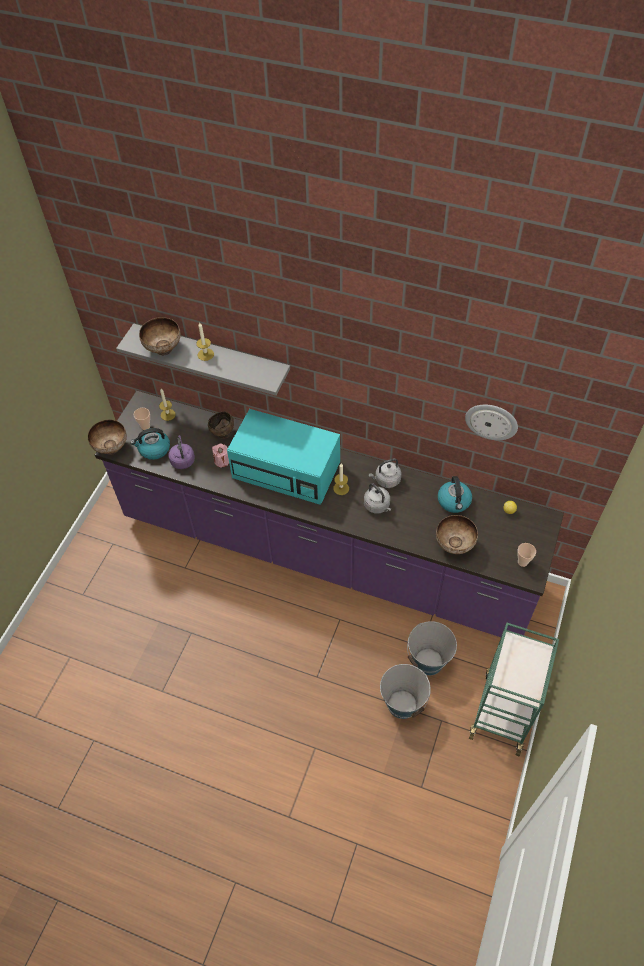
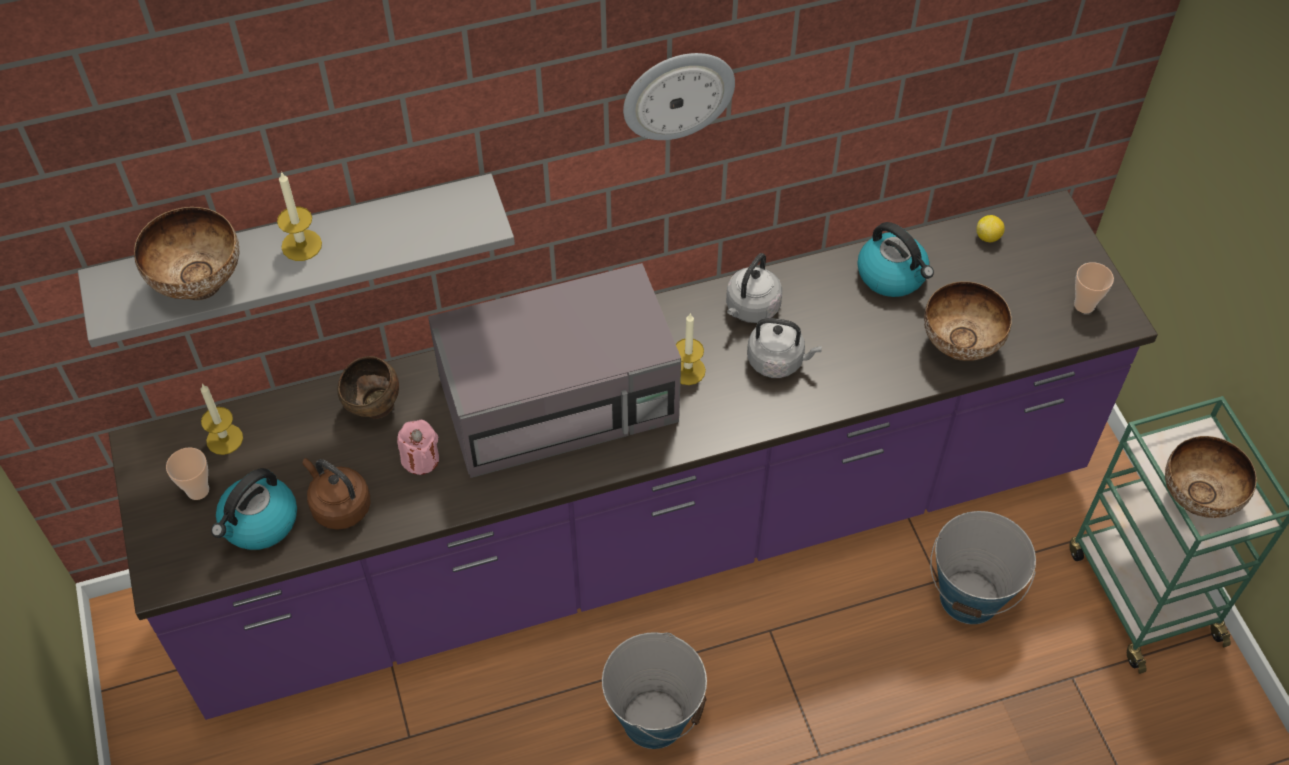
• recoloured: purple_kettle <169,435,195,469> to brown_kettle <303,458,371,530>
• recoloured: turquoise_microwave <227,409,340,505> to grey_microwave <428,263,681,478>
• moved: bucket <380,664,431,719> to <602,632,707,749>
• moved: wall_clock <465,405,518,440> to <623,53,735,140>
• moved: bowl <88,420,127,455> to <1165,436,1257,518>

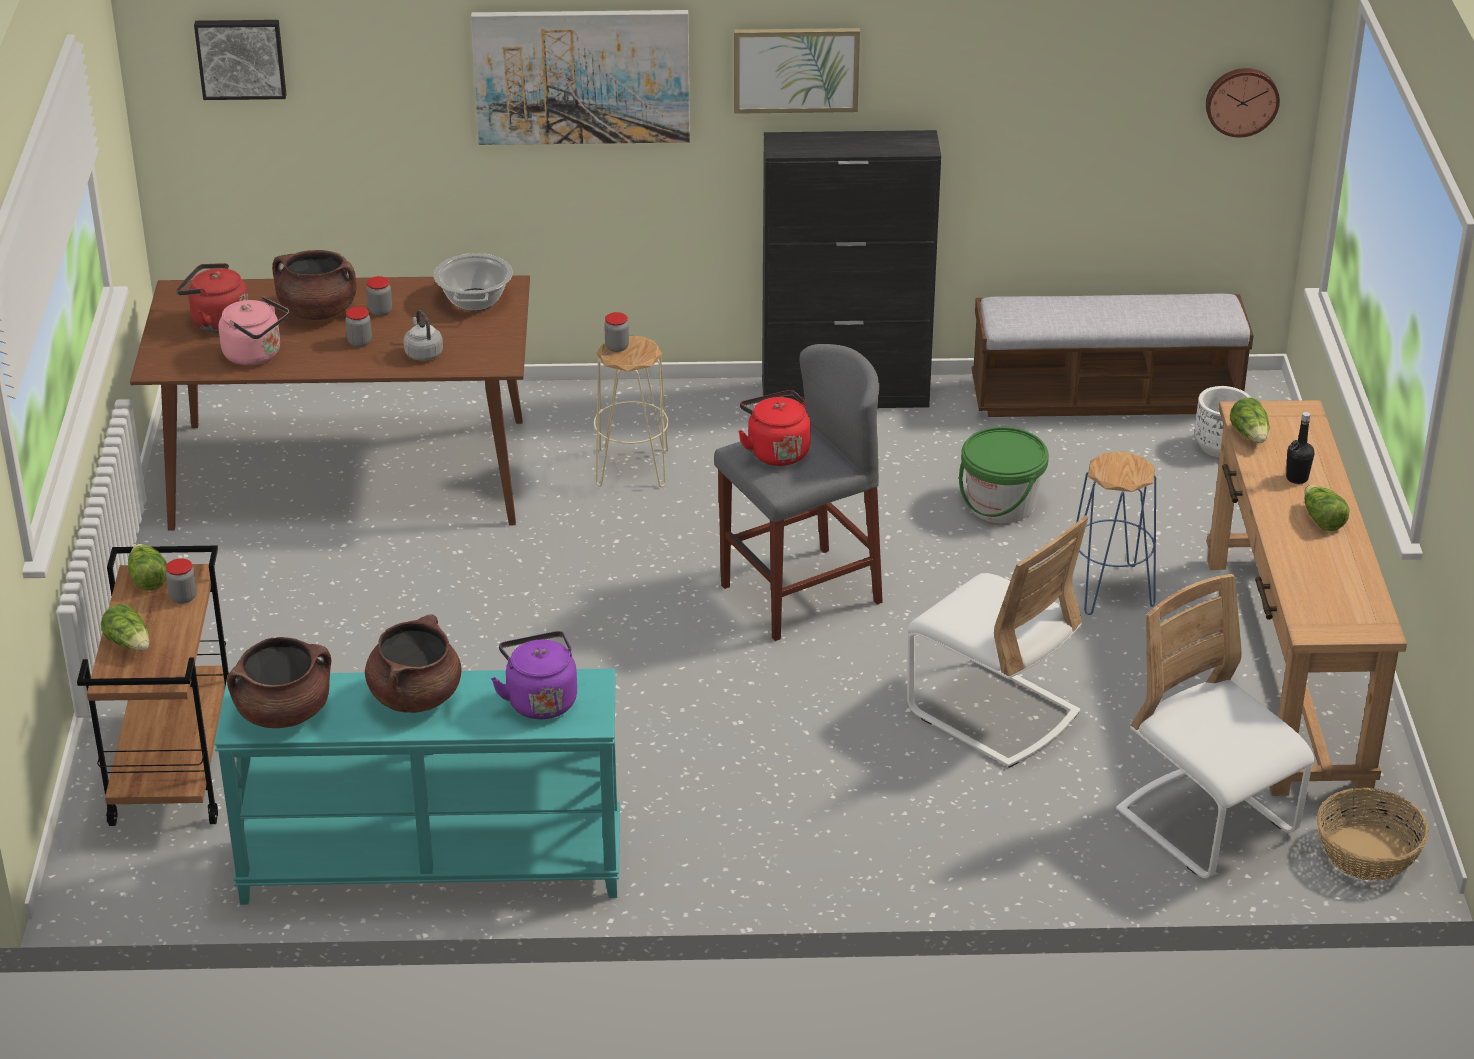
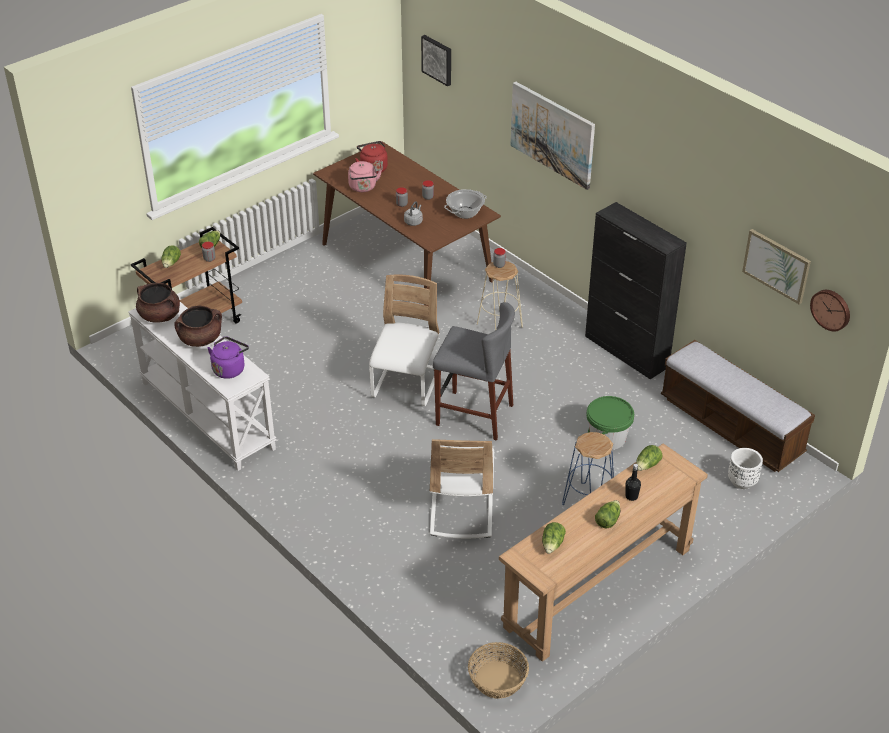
• recoloured: turquoise_console_table <214,668,620,905> to white_console_table <128,302,276,471>
• moved: white_chair <1116,574,1314,878> to <369,275,440,406>
• added: lettuce <542,522,566,554>
• moved: picture <734,28,860,114> to <742,229,811,305>
• removed: brown_cooking_pot <272,250,357,320>
• removed: red_kettle <738,390,810,466>

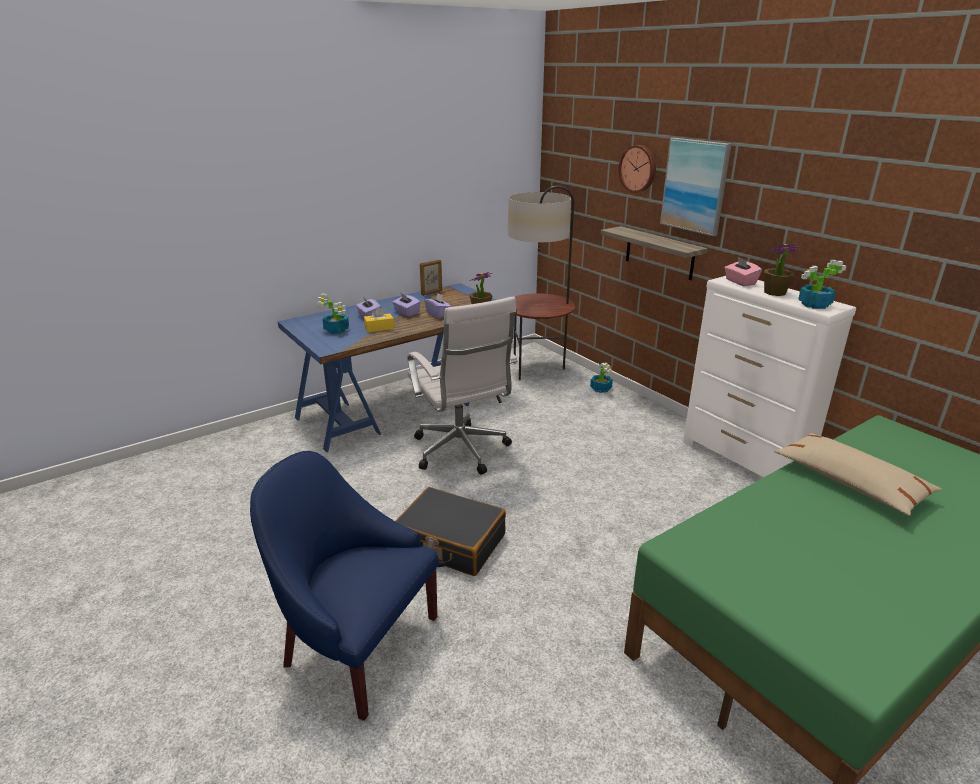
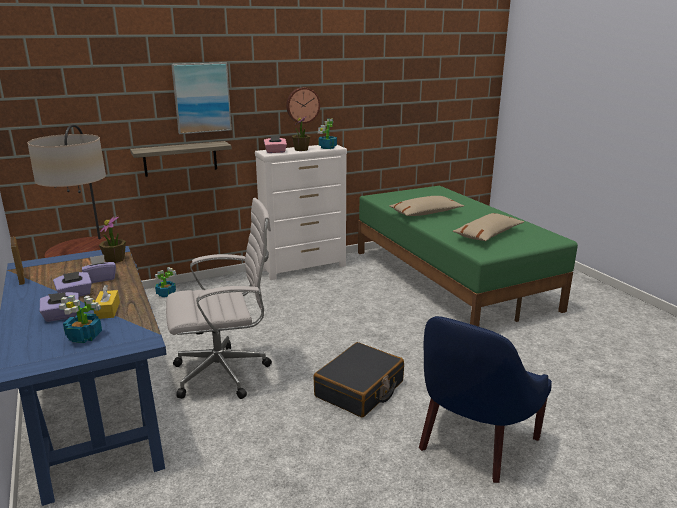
• moved: wall_clock <619,145,656,193> to <286,87,320,124>
• added: beige_pillow <453,213,524,241>

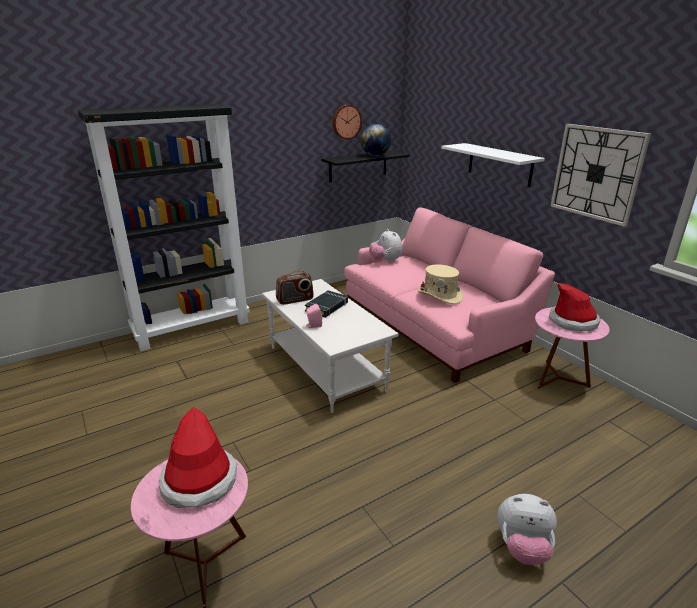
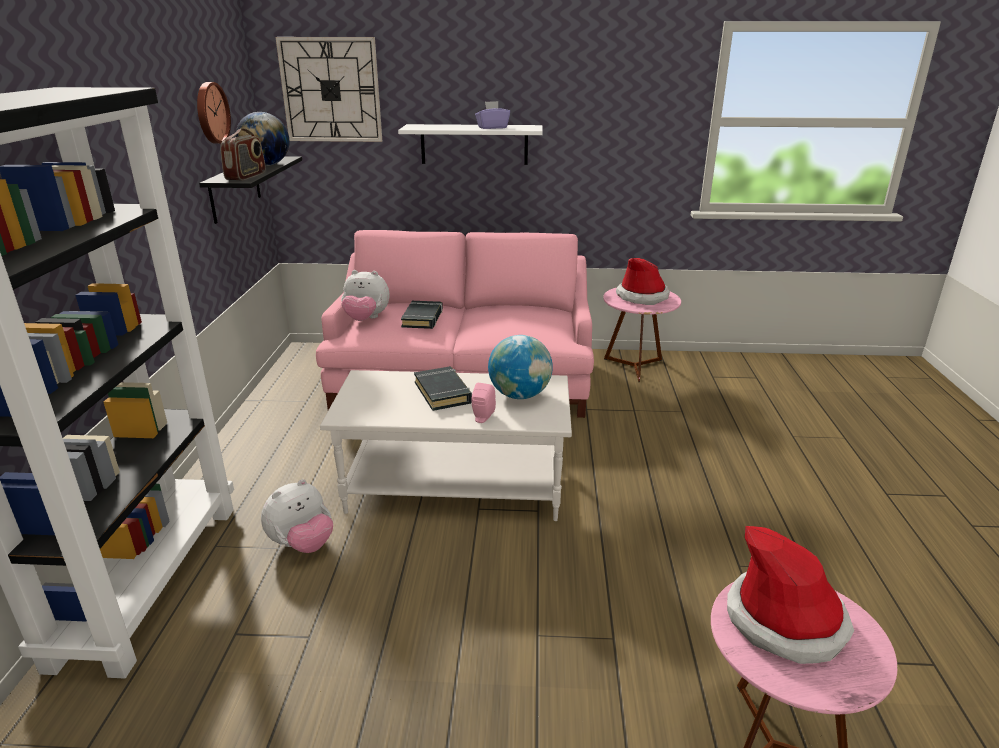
• moved: radio <276,270,314,305> to <220,128,266,180>
• moved: plush_toy <497,494,557,565> to <261,479,333,553>
• moved: wall_clock <551,124,651,227> to <276,37,382,142>
• added: black_book <401,301,443,329>
• added: purple_tissue_box <475,101,510,129>
• added: globe <488,335,553,399>
• removed: beige_hat <418,265,463,304>

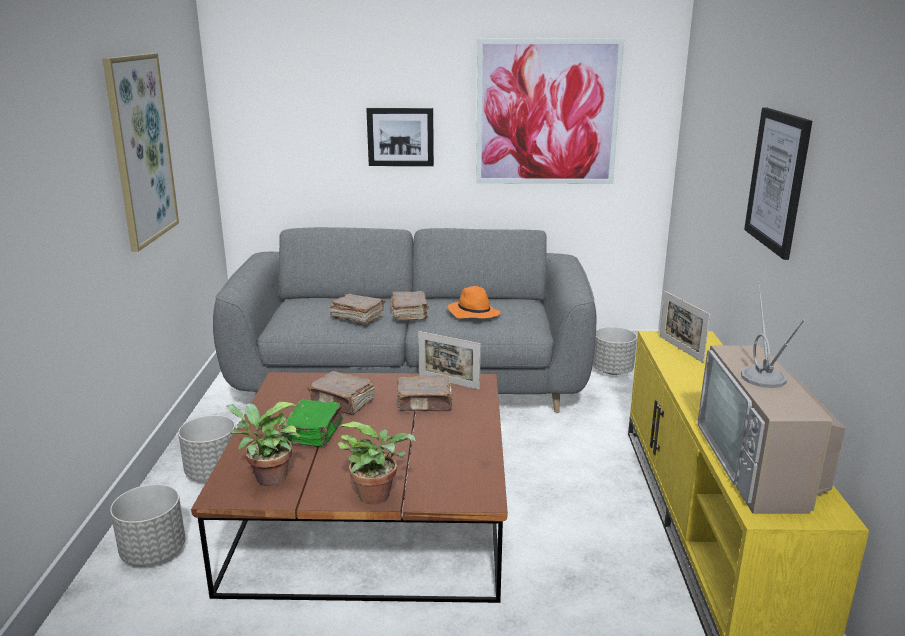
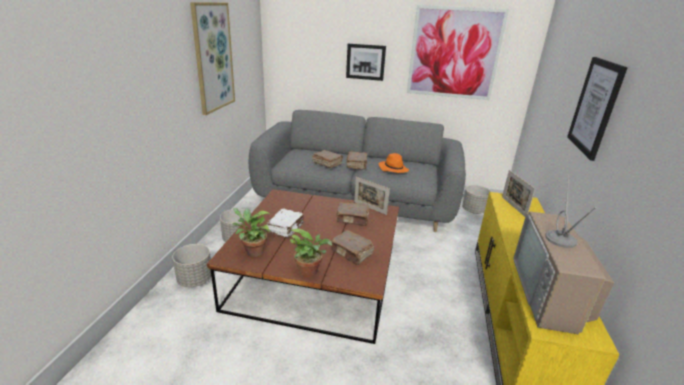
• recoloured: green_book <281,399,343,447> to white_book <266,208,304,237>
• moved: brown_book <308,371,375,415> to <331,230,374,265>

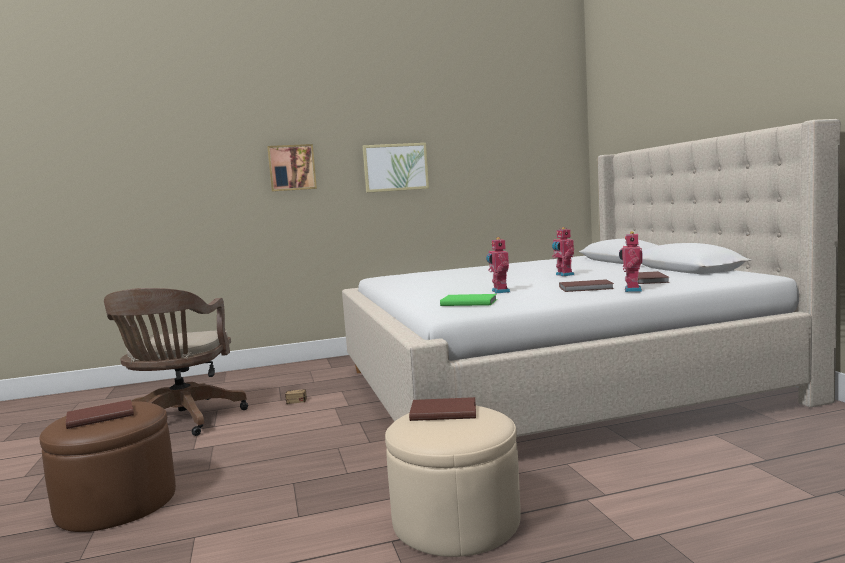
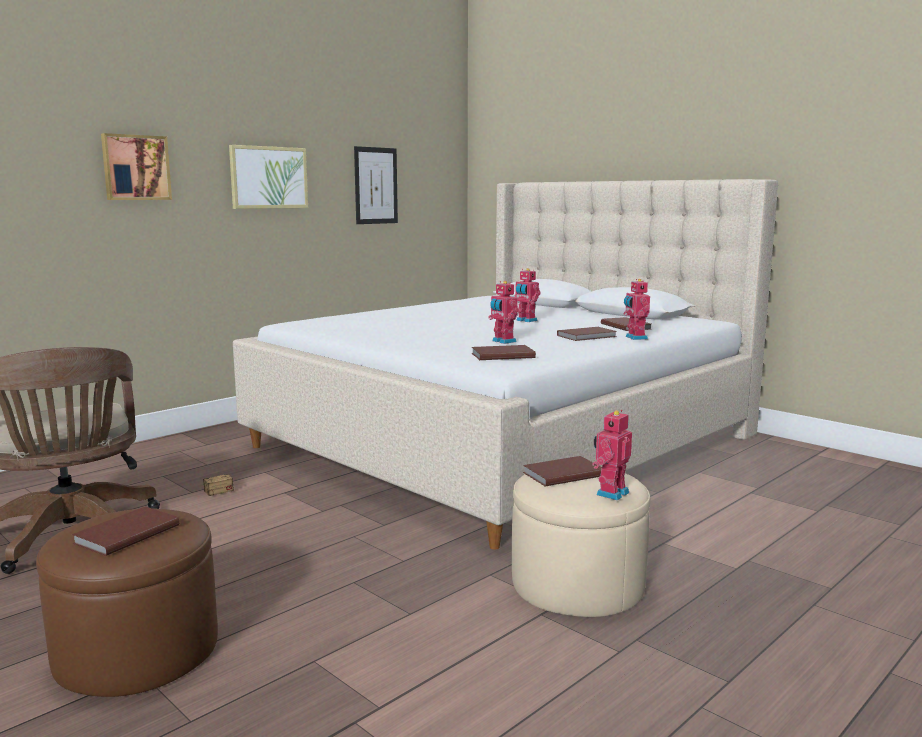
• added: picture <354,146,398,224>
• recoloured: green_book <440,294,497,306> to brown_book <472,345,536,360>
• added: toy_robot <592,410,632,501>

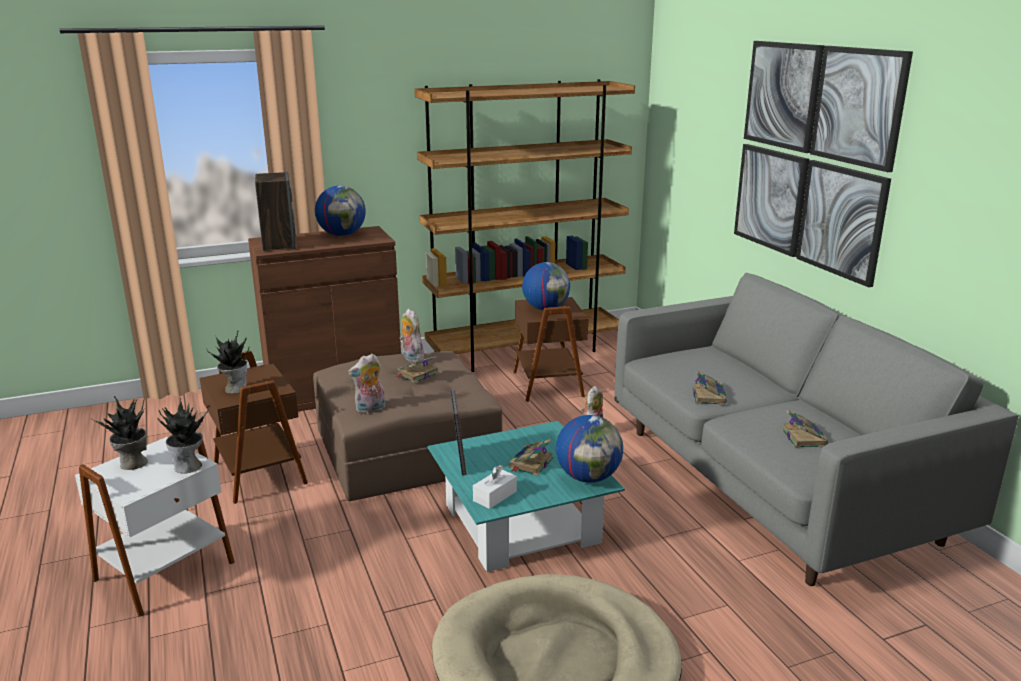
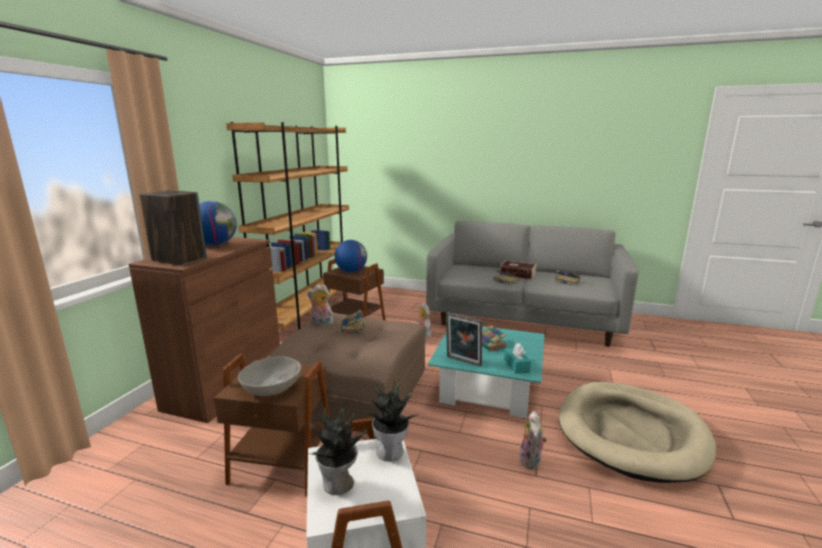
• replaced: potted_plant <207,330,249,394> to grey_bowl <238,356,301,396>
• added: book <500,261,537,280>
• recoloured: white_tissue_box <473,465,517,509> to turquoise_tissue_box <504,343,531,374>
• moved: plush_toy <348,354,385,414> to <520,411,547,469>
• removed: globe <556,415,623,483>
• removed: picture <734,41,913,287>

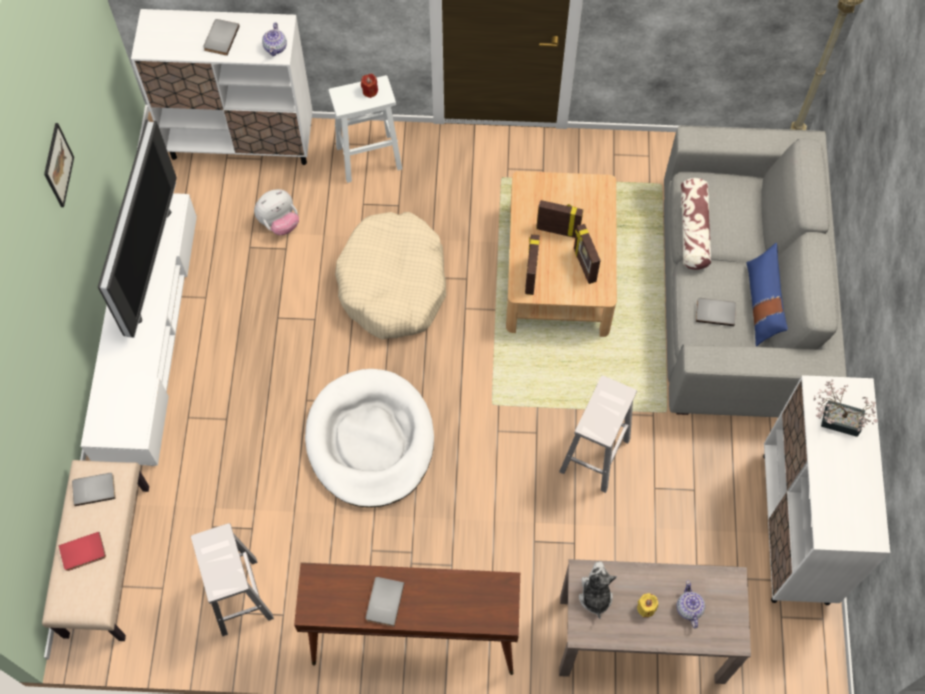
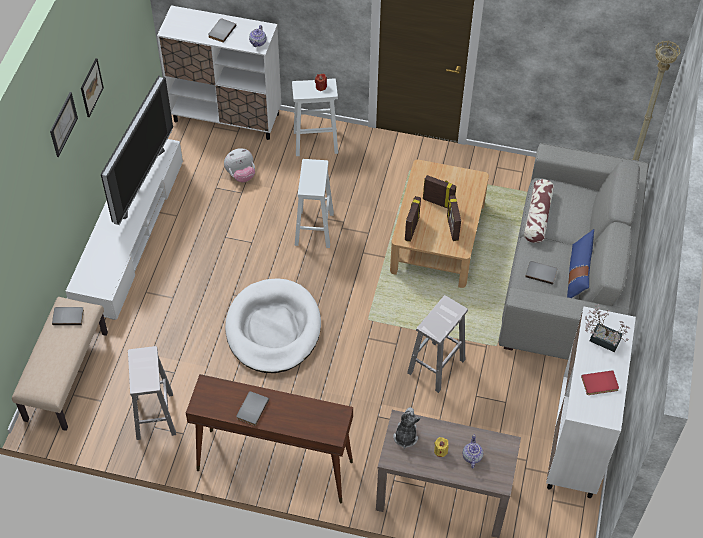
• added: picture <50,92,78,157>
• replaced: beige_dog_bed <335,212,446,340> to white_stool <295,159,334,248>
• moved: red_book <59,532,106,571> to <581,370,619,395>

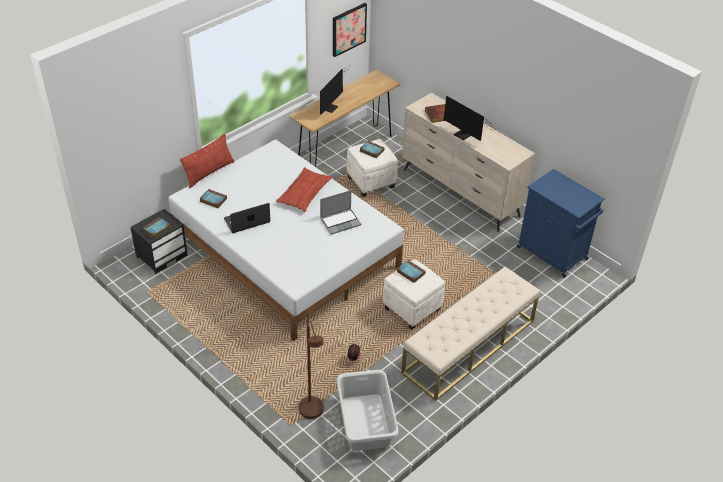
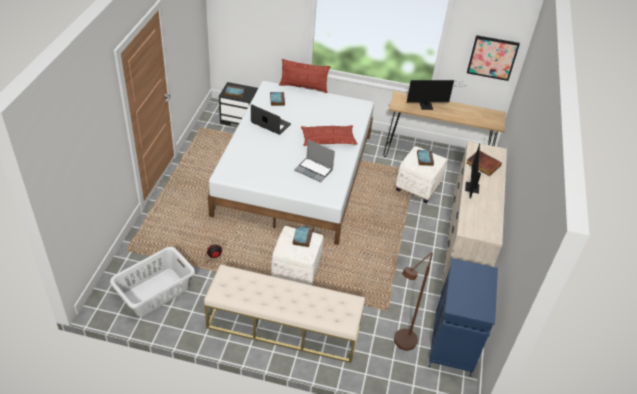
• moved: brown_floor_lamp <299,312,324,419> to <394,252,433,351>

